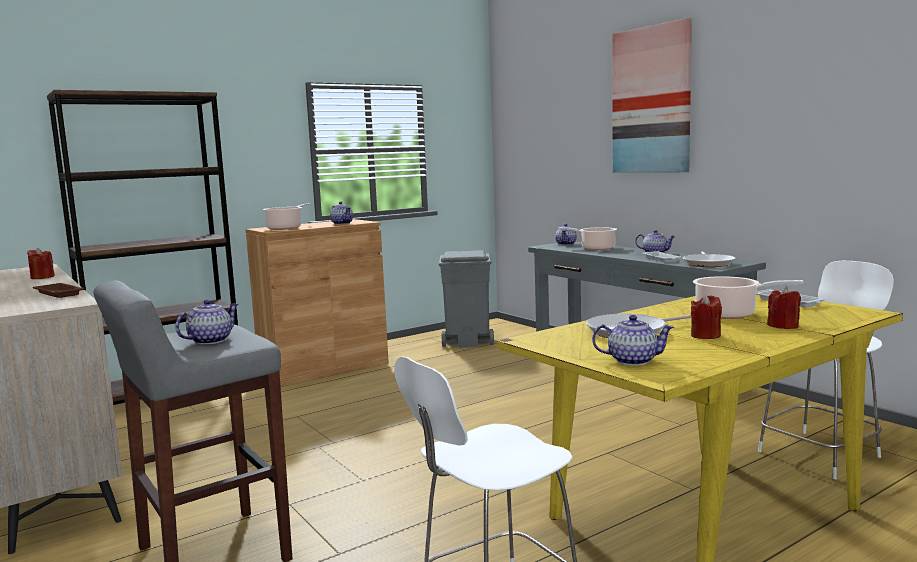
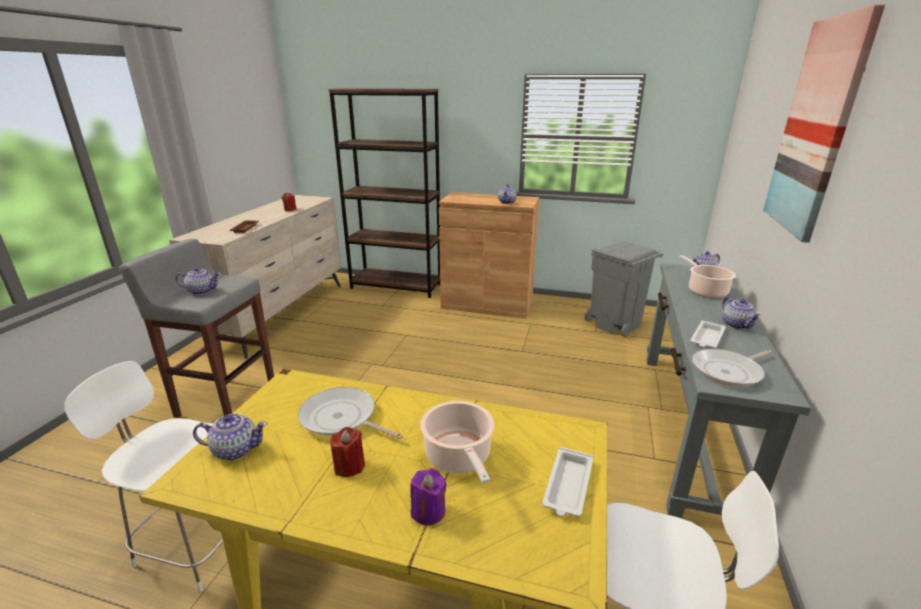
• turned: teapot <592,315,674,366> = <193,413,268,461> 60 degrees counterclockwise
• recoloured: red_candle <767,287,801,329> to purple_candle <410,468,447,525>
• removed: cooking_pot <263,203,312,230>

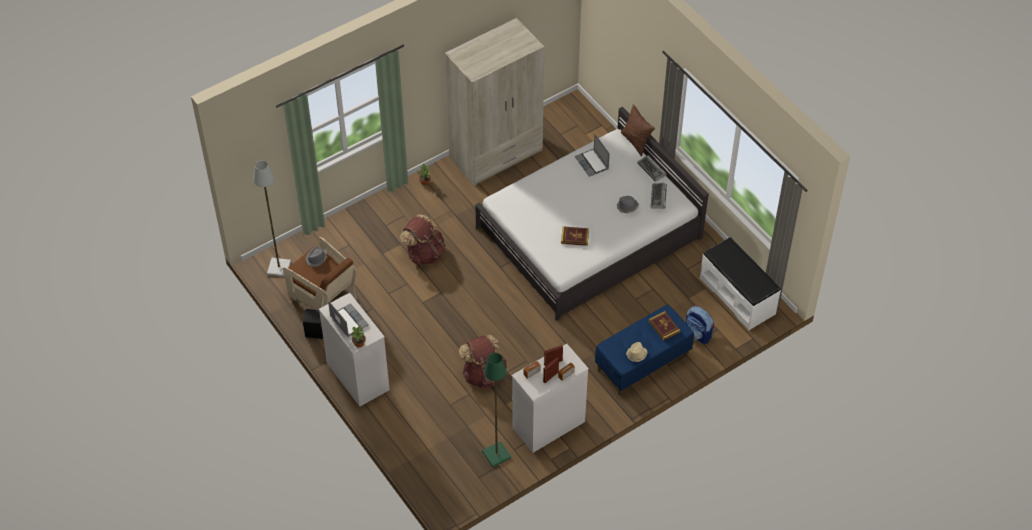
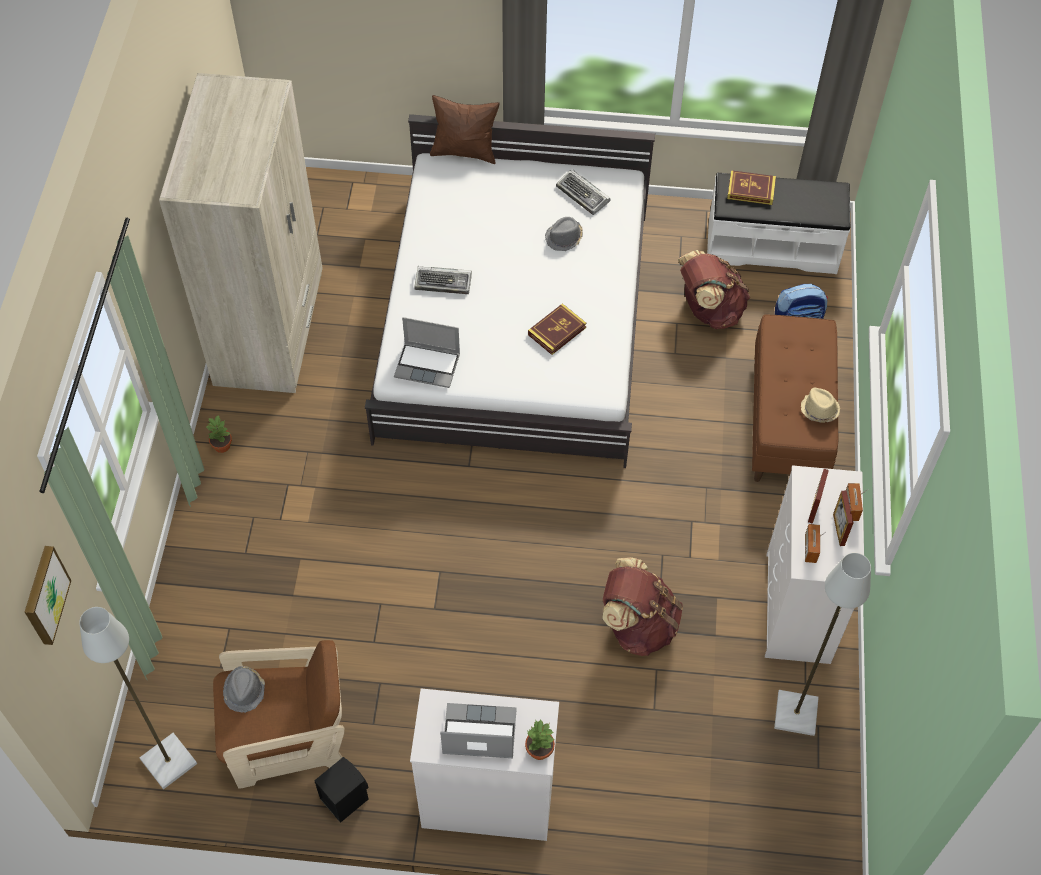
• added: picture <25,546,71,645>
• moved: laptop <575,134,610,177> to <394,317,460,388>
• moved: keyboard <637,155,667,182> to <414,266,472,294>
• moved: brown_backpack <400,214,446,265> to <678,250,750,329>
• moved: book <649,311,680,341> to <727,170,776,205>
• recoloured: blue_bench <595,305,694,395> to brown_bench <752,314,838,482>
• recoloured: green_floor_lamp <482,353,511,467> to grey_floor_lamp <774,553,871,736>

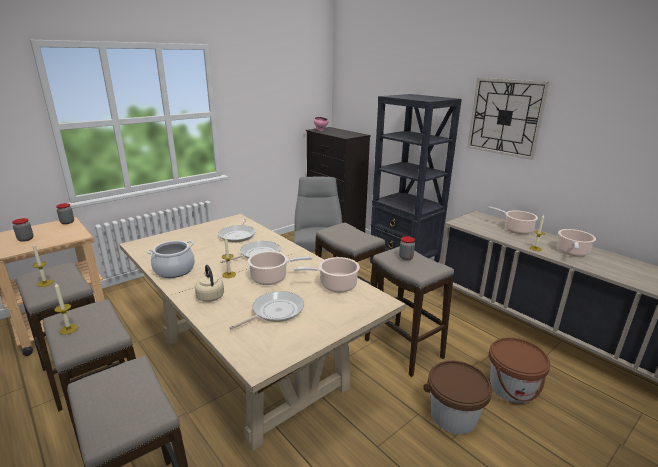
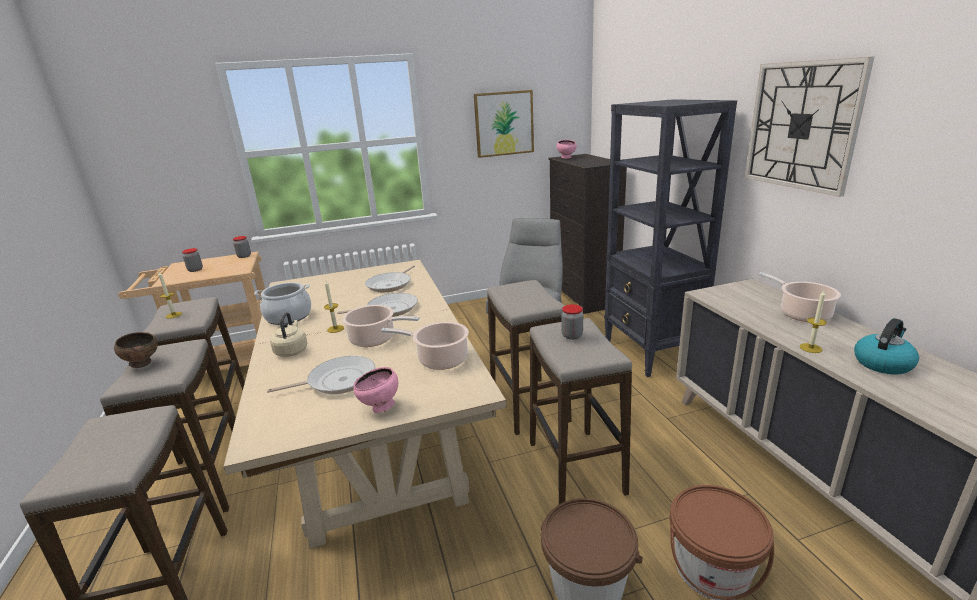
• replaced: candle <54,282,78,335> to brown_bowl <114,332,158,368>
• added: pink_bowl <353,367,398,413>
• added: picture <474,90,534,158>
• replaced: cooking_pot <557,229,596,257> to kettle <854,318,919,375>

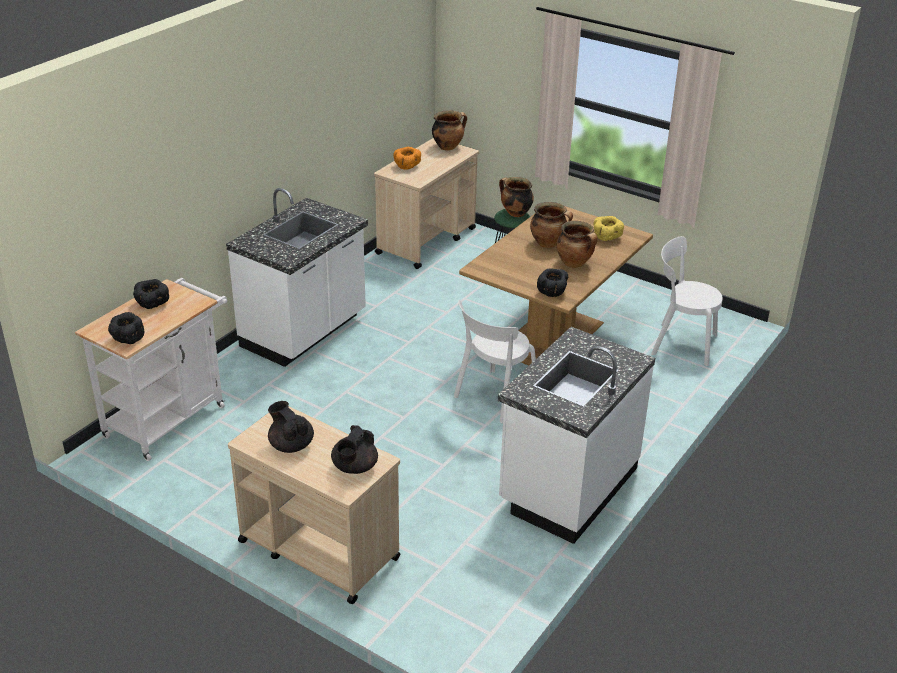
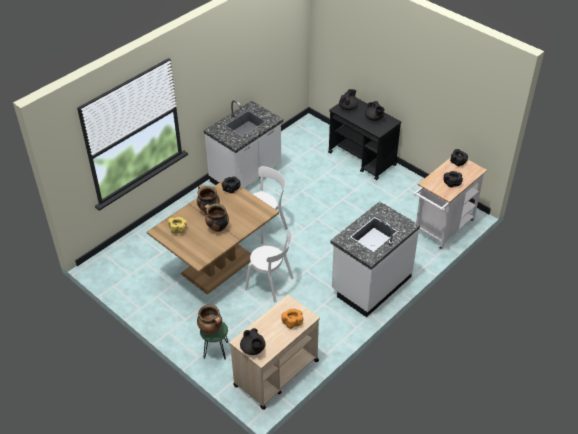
• replaced: cooking_pot <432,110,467,151> to black_teapot <240,328,266,355>
• moved: white_chair <651,236,723,366> to <245,230,293,303>
• recoloured: beige_cart <228,406,401,604> to black_cart <328,97,401,180>

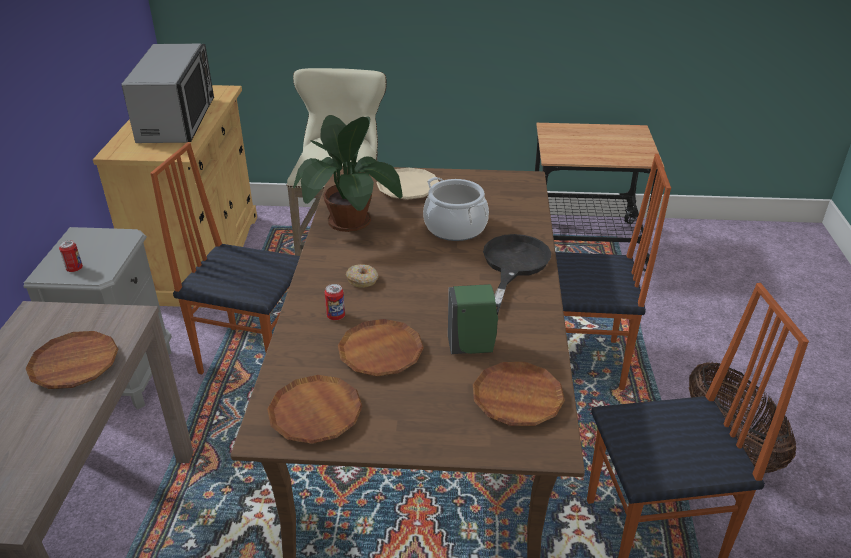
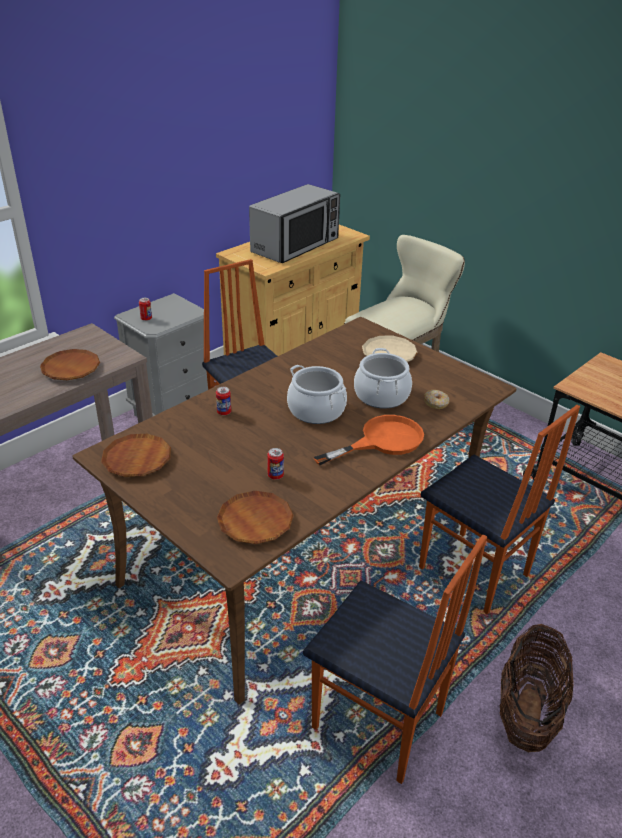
• replaced: green_soap_dispenser <448,284,498,354> to can <267,448,284,480>
• added: cooking_pot <287,365,347,424>
• recoloured: black_frying_pan <483,234,551,315> to orange_frying_pan <313,415,424,465>
• moved: donut <346,264,378,288> to <424,390,449,409>
• removed: potted_plant <293,115,403,232>
• removed: brown_plate <338,319,424,376>

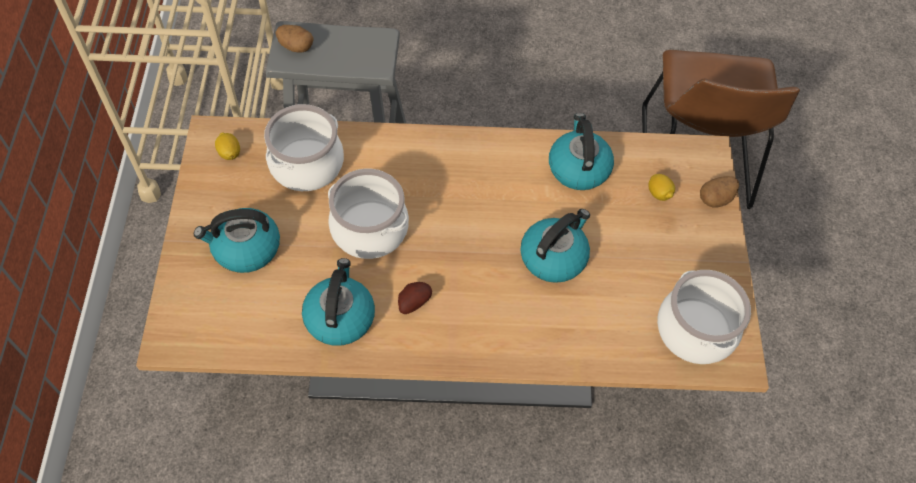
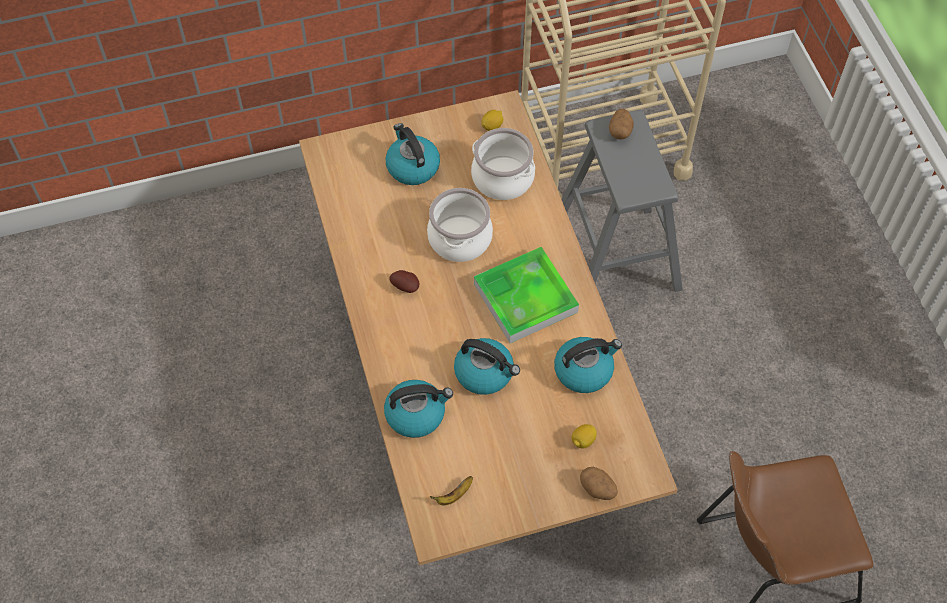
• moved: kettle <302,258,375,346> to <384,380,453,438>
• replaced: cooking_pot <657,270,751,364> to banana <429,476,473,505>
• added: tray <474,247,579,343>

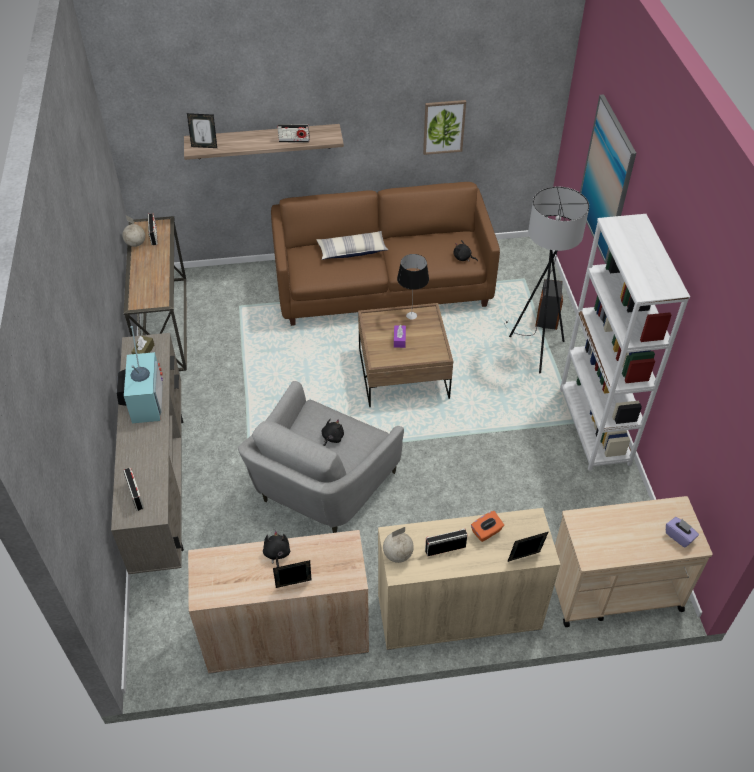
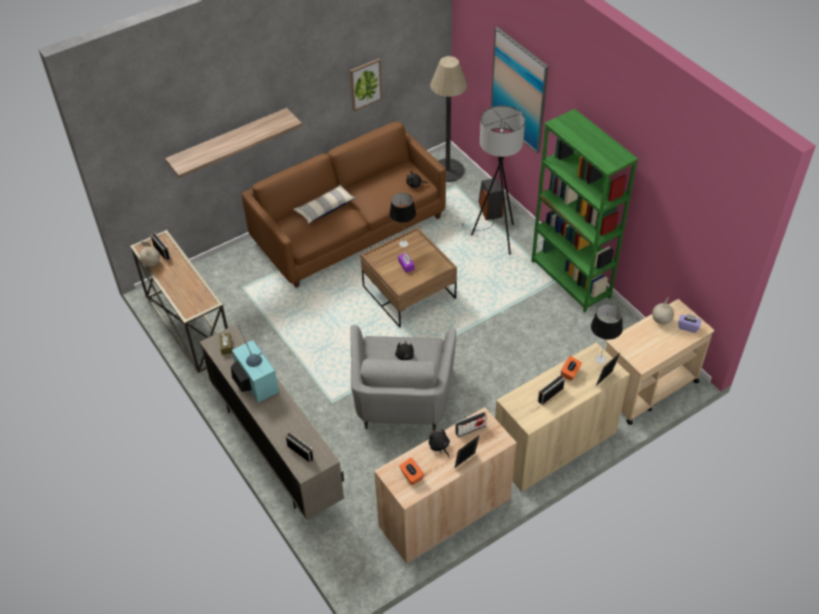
• added: orange_tissue_box <399,458,424,485>
• added: floor_lamp <430,56,468,182>
• moved: radio <278,124,310,143> to <455,412,487,438>
• recoloured: white_bookcase <560,214,690,471> to green_bookcase <531,109,638,313>
• added: table_lamp <591,304,623,363>
• moved: globe <383,527,414,563> to <652,297,674,324>
• removed: picture_frame <187,113,217,148>

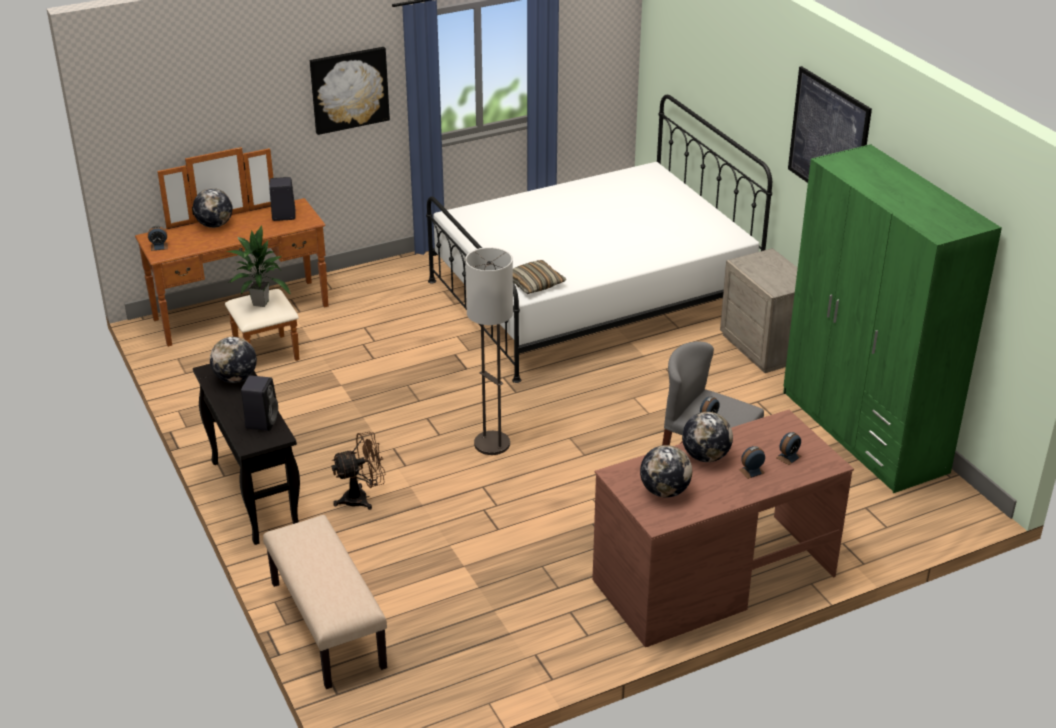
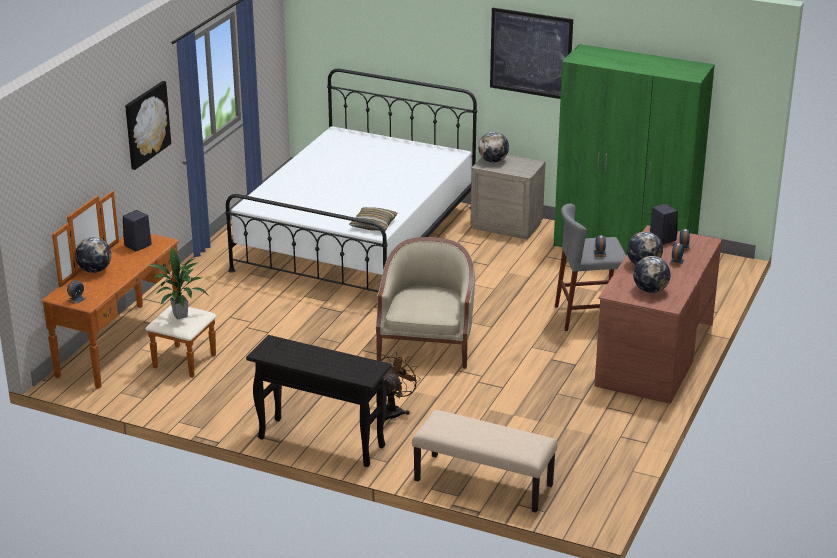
• replaced: floor_lamp <465,247,513,455> to beige_armchair <376,237,475,368>
• moved: globe <210,337,257,383> to <478,132,509,163>
• moved: black_speaker <241,375,278,431> to <650,204,678,245>

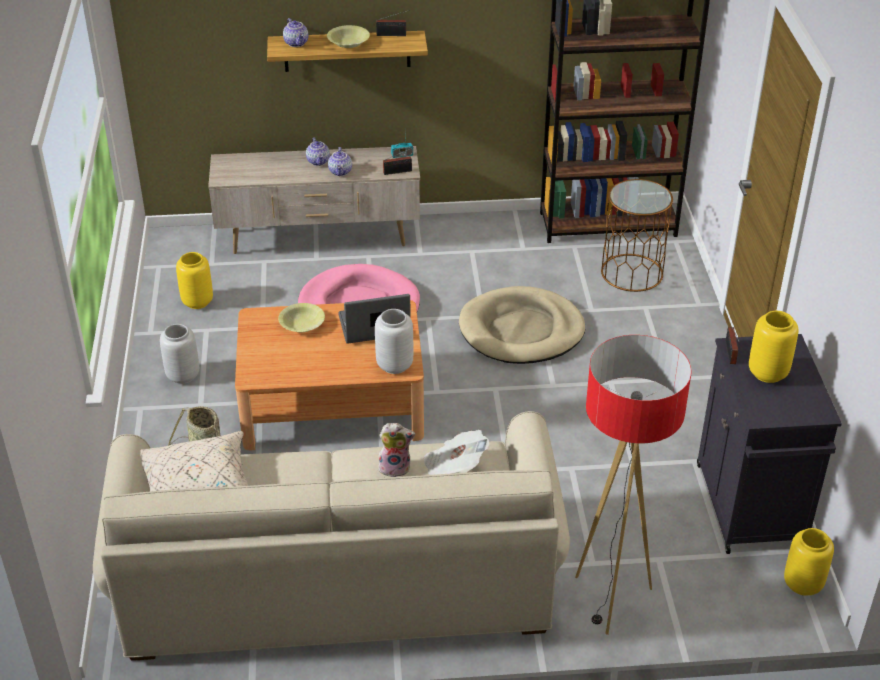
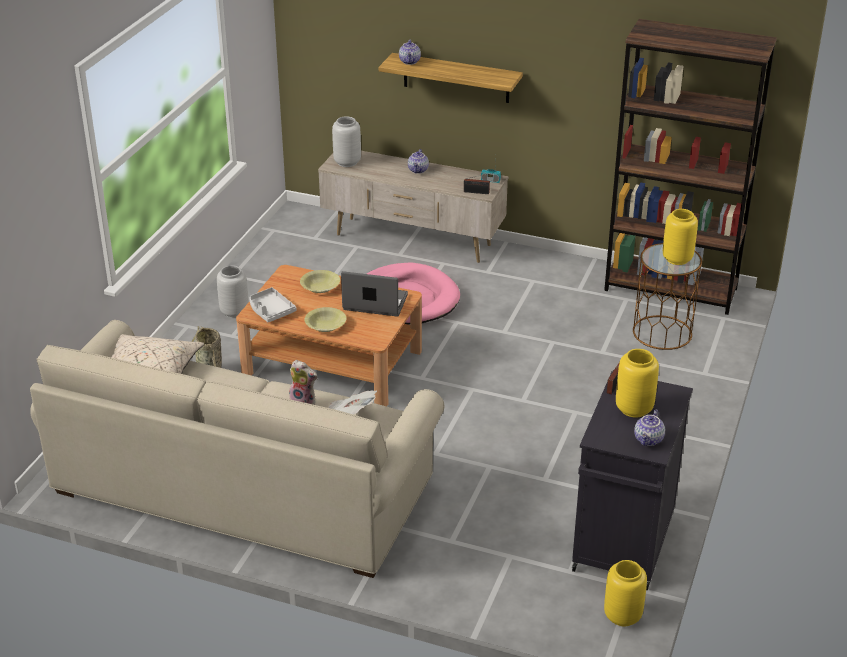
• added: grey_tray <249,287,296,322>
• moved: yellow_bowl <327,25,370,48> to <304,307,346,332>
• moved: grey_vase <375,309,413,374> to <332,116,361,167>
• moved: teapot <328,147,352,176> to <634,409,665,446>
• moved: yellow_vase <176,252,213,309> to <663,209,698,265>
• removed: radio <376,10,409,36>
• removed: beige_dog_bed <459,286,585,364>
• removed: floor_lamp <575,335,691,635>

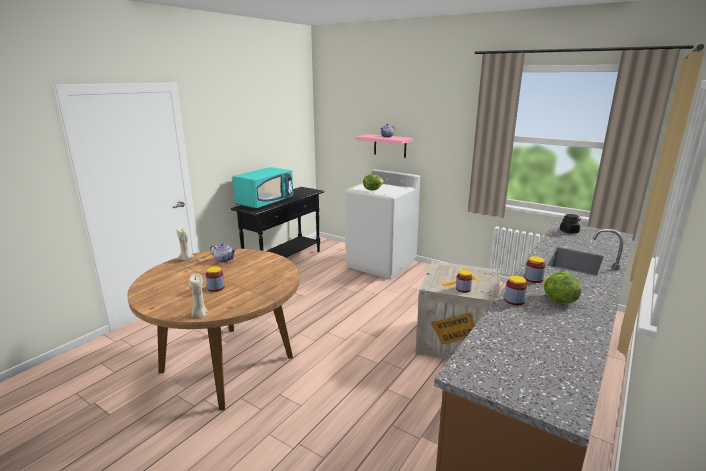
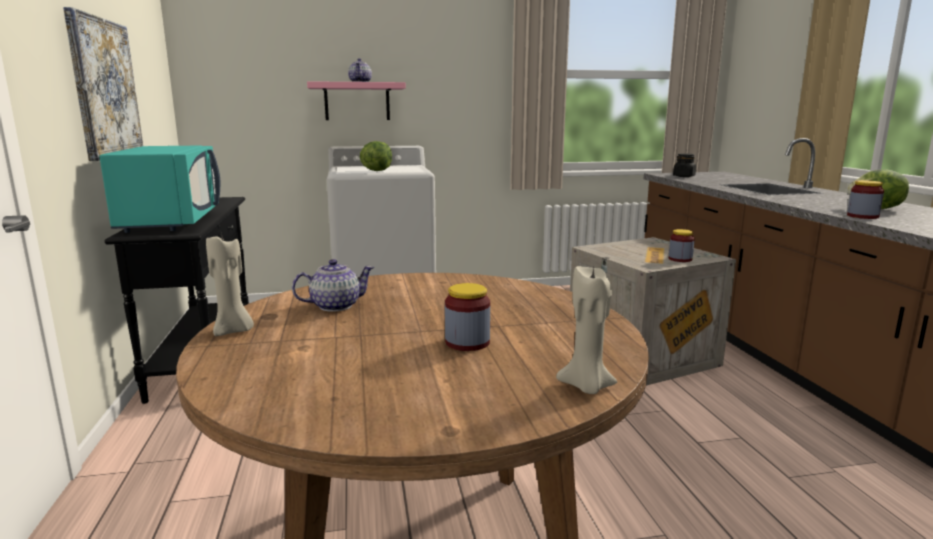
• added: picture <63,7,143,161>
• removed: jar <524,256,546,283>

